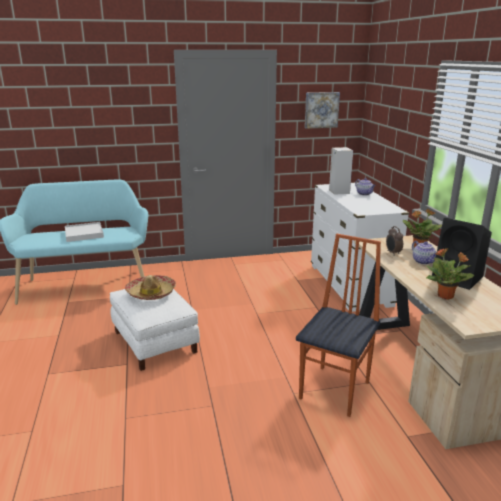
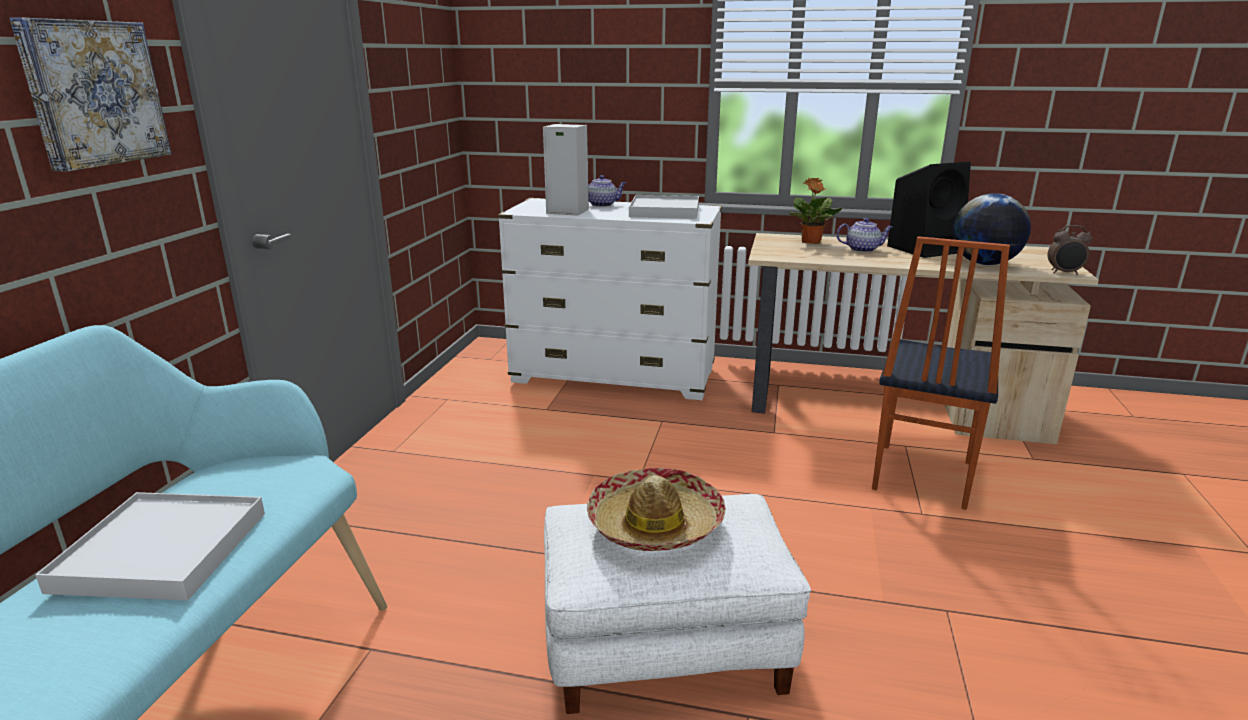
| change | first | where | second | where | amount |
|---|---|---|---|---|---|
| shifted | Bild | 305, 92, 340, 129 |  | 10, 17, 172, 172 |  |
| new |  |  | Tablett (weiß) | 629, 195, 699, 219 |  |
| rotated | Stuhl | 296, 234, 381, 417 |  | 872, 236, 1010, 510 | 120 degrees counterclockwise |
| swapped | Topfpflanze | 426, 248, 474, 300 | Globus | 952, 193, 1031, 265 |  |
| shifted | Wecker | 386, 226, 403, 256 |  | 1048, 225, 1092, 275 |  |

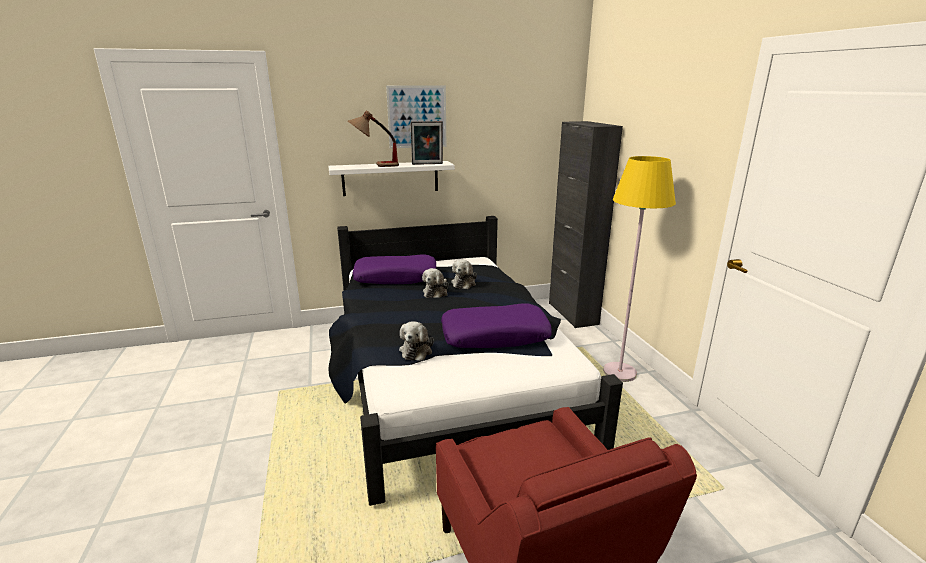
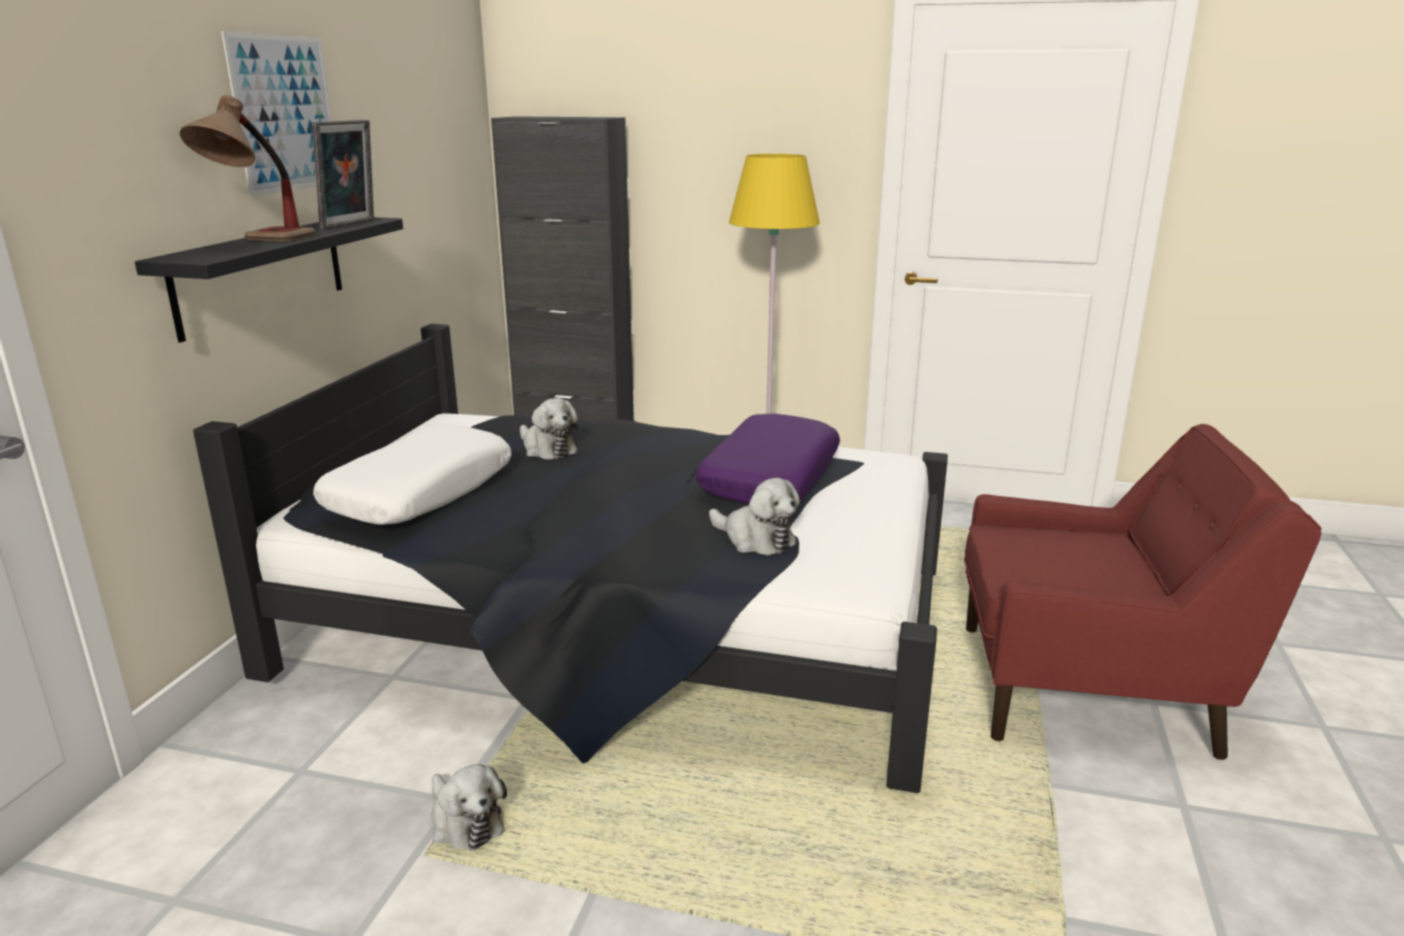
| change | first | where | second | where | amount |
|---|---|---|---|---|---|
| repainted | Wandregal (weiß) | 328, 161, 455, 196 | Wandregal (schwarz) | 135, 217, 403, 343 |  |
| repainted | Kissen (lila) | 353, 255, 436, 284 | Kissen (weiß) | 313, 424, 511, 525 |  |
| shifted | Plüschtier | 422, 268, 449, 298 |  | 431, 764, 507, 851 |  |

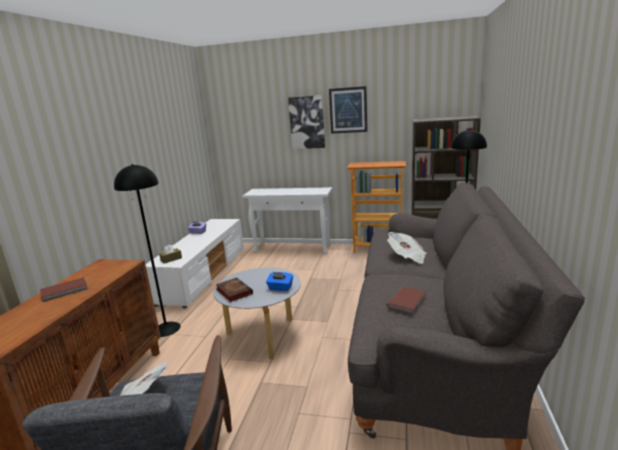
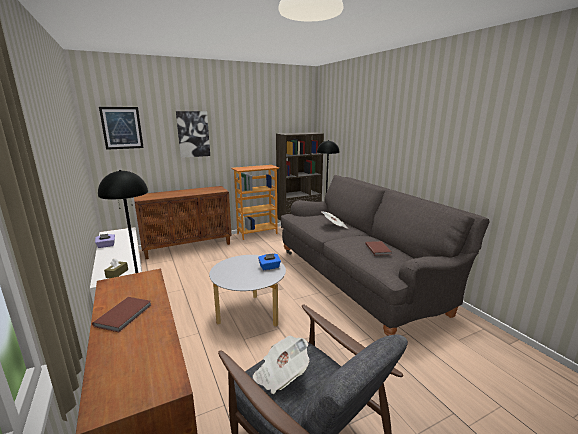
| change | first | where | second | where | amount |
|---|---|---|---|---|---|
| shifted | Bild | 329, 86, 367, 134 |  | 99, 107, 144, 150 |  |
| swapped | Konsolentisch (weiß) | 243, 187, 332, 254 | Schrank (braun) | 134, 186, 232, 259 |  |
| gone | Buch | 216, 278, 253, 302 |  |  |  |

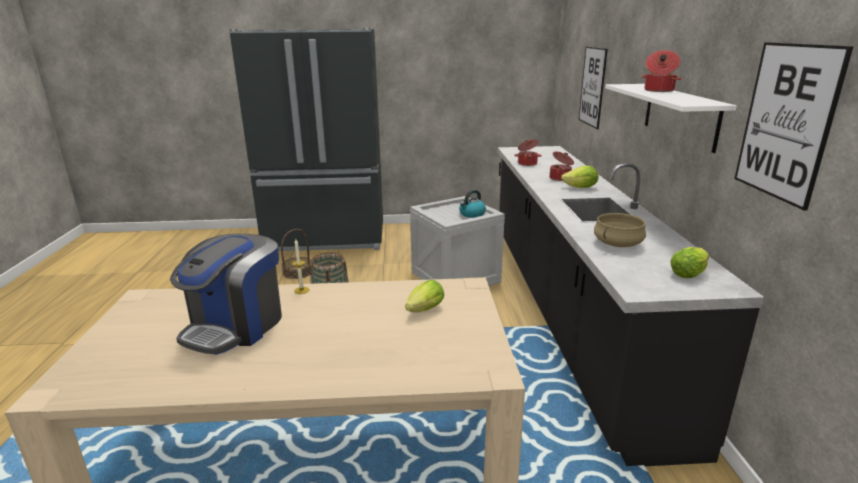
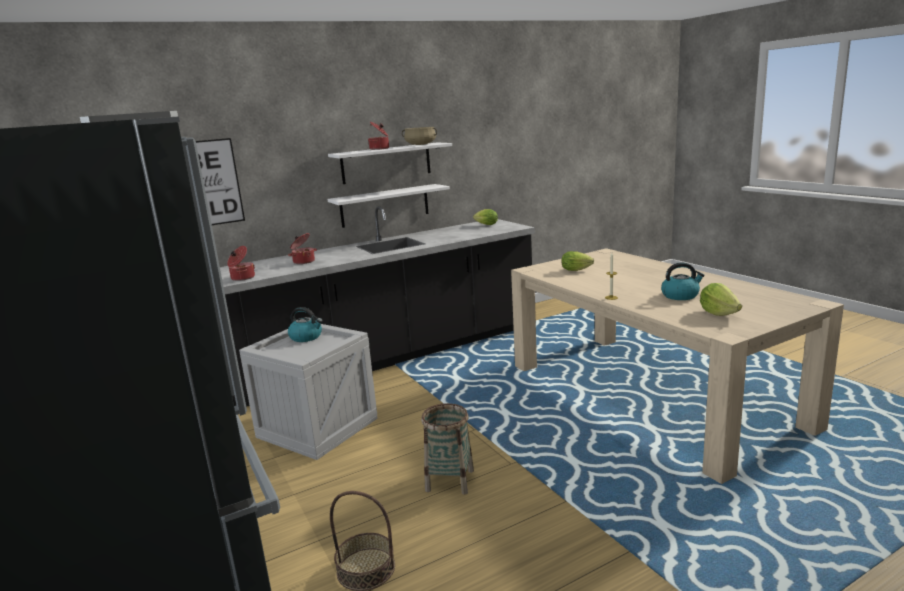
| change | first | where | second | where | amount |
|---|---|---|---|---|---|
| new |  |  | Wandregal (weiß) | 327, 184, 450, 228 |  |
| shifted | Kochtopf (beige) | 594, 213, 646, 247 |  | 402, 127, 437, 145 |  |
| swapped | Kaffeemaschine | 170, 234, 282, 355 | Wasserkessel | 661, 262, 705, 300 |  |
| shifted | Salatkopf | 561, 166, 598, 188 |  | 700, 283, 742, 316 |  |
| gone | Bild | 734, 42, 854, 211 |  |  |  |

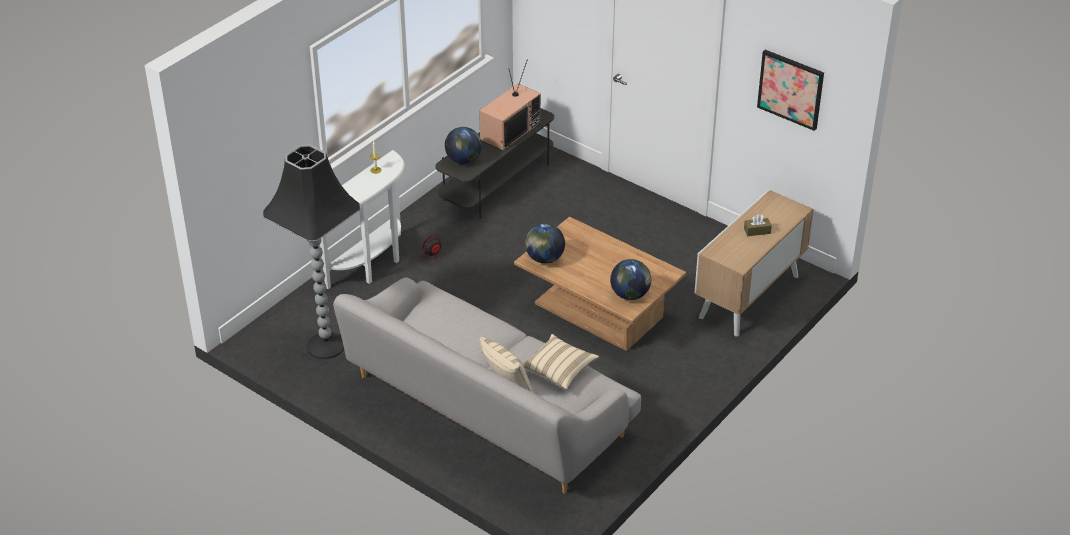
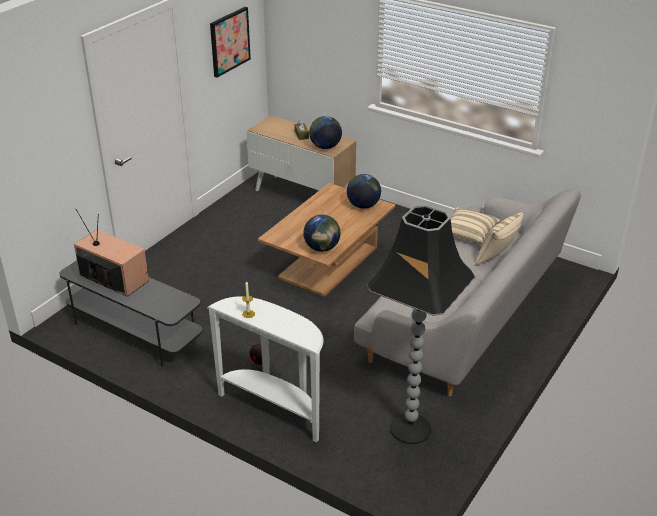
| change | first | where | second | where | amount |
|---|---|---|---|---|---|
| shifted | Globus | 445, 127, 482, 164 |  | 309, 116, 342, 149 |  |

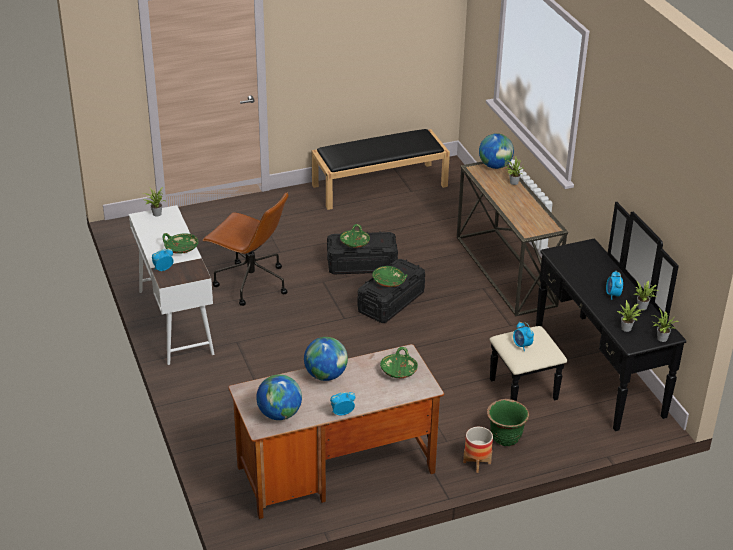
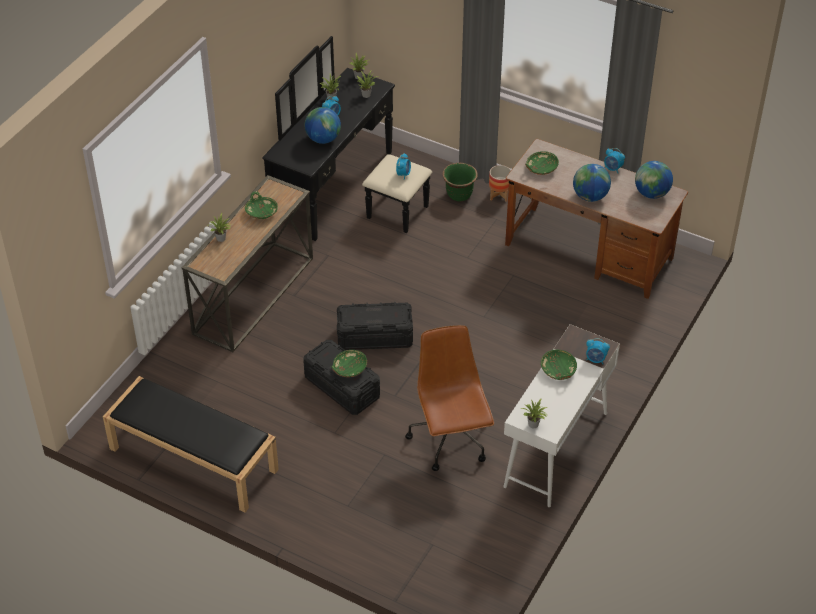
| change | first | where | second | where | amount |
|---|---|---|---|---|---|
| shifted | Schüssel (grün) | 372, 266, 407, 287 |  | 245, 191, 278, 219 |  |
| shifted | Globus | 479, 133, 514, 169 |  | 305, 107, 341, 144 |  |

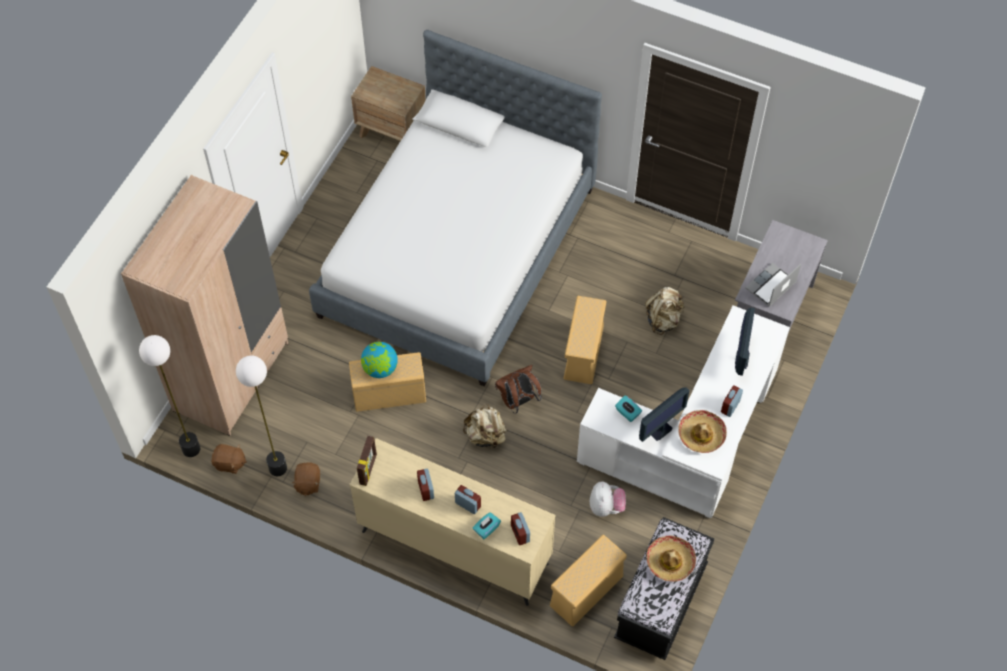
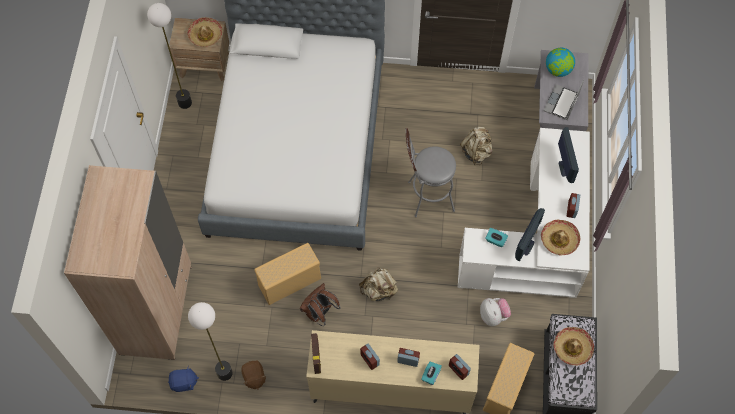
| change | first | where | second | where | amount |
|---|---|---|---|---|---|
| shifted | Stehlampe | 139, 335, 200, 457 |  | 147, 3, 192, 109 |  |
| repainted | Plüschtier (braun) | 211, 444, 247, 474 | Plüschtier (blau) | 168, 366, 199, 392 |  |
| new |  |  | Hut | 187, 17, 222, 47 |  |
| shifted | Rucksack (braun) | 495, 365, 542, 414 |  | 300, 283, 340, 326 |  |
| swapped | Aufbewahrungsbox (beige) | 563, 296, 606, 384 | Hocker (grau) | 406, 128, 456, 217 |  |
| shifted | Globus | 361, 342, 398, 378 |  | 546, 48, 575, 77 |  |

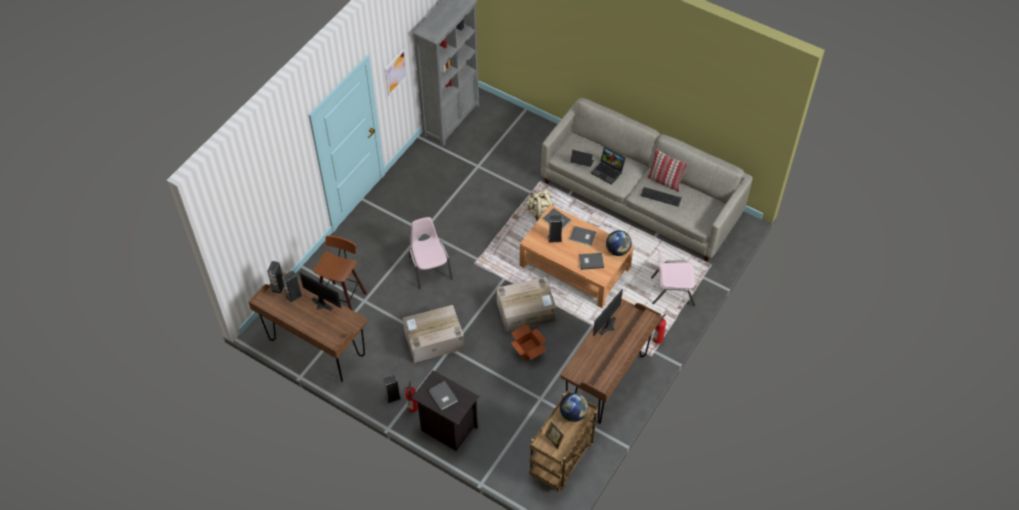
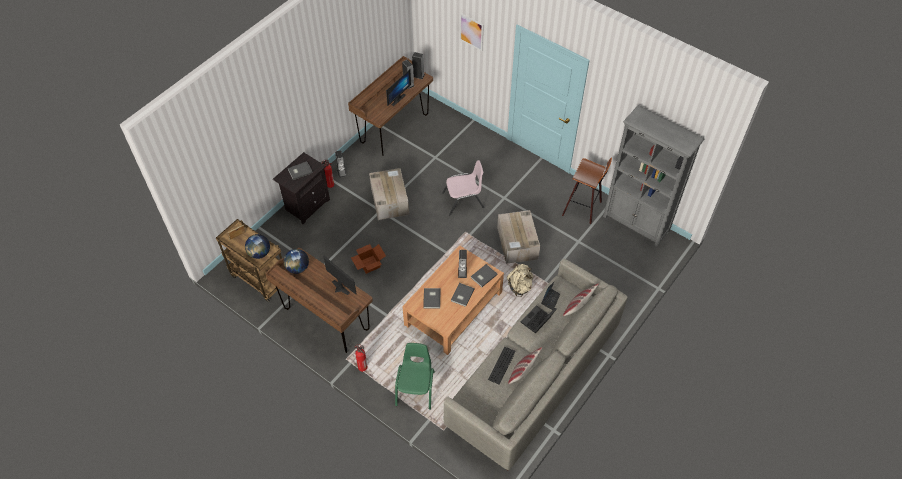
| change | first | where | second | where | amount |
|---|---|---|---|---|---|
| shifted | Globus | 606, 231, 632, 256 |  | 284, 249, 309, 274 |  |
| repainted | Stuhl (rosa) | 651, 250, 695, 306 | Stuhl (grün) | 395, 343, 435, 410 |  |
| shifted | Bild | 385, 49, 407, 96 |  | 460, 13, 484, 51 |  |
| shifted | Karton | 496, 277, 556, 332 |  | 497, 210, 540, 264 |  |
| shifted | Hocker | 313, 236, 367, 310 |  | 562, 158, 612, 224 |  |
| new |  |  | Kissen | 563, 283, 599, 316 |  |

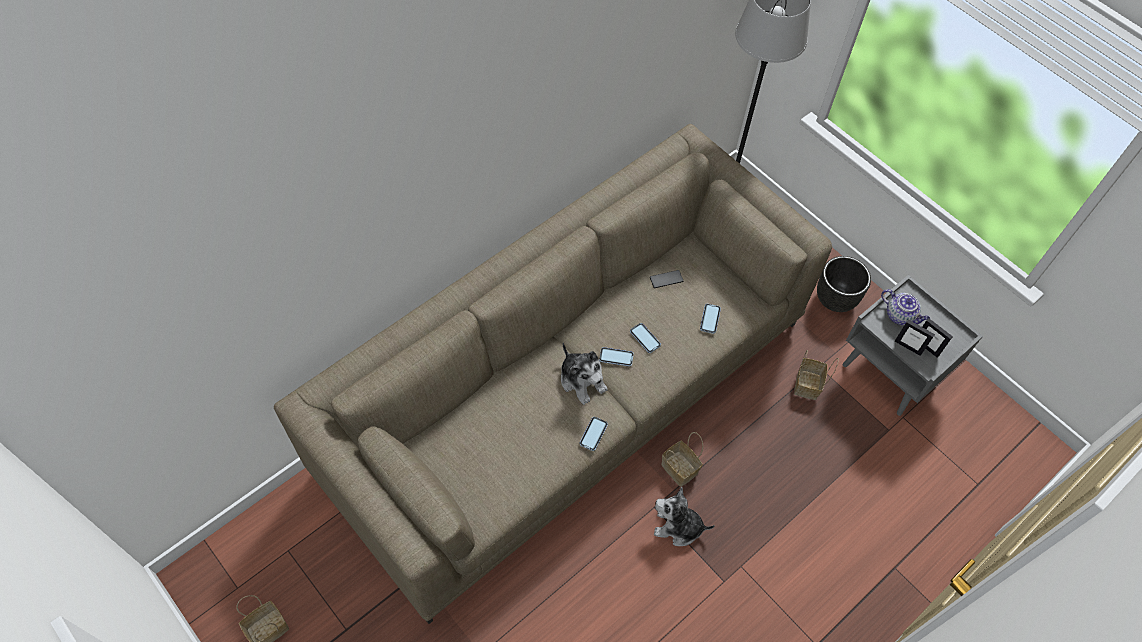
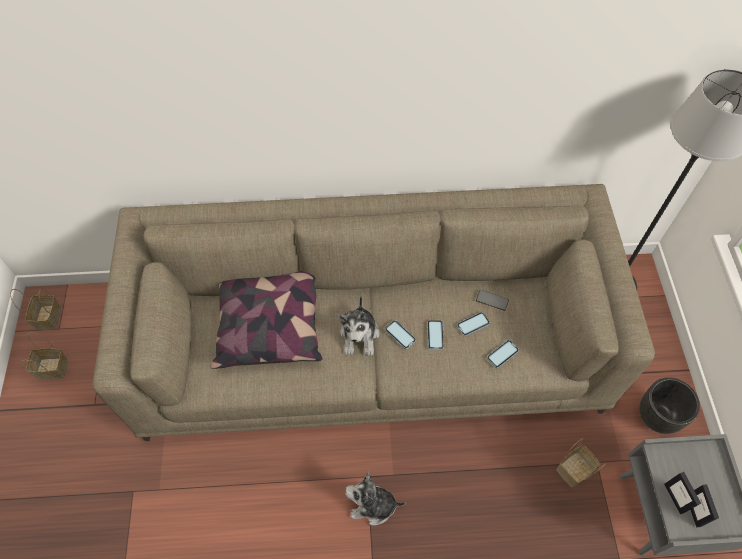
| change | first | where | second | where | amount |
|---|---|---|---|---|---|
| shifted | Korb | 661, 432, 703, 487 |  | 10, 288, 61, 330 |  |
| new |  |  | Kissen | 210, 271, 323, 369 |  |
| rotated | Plüschtier | 654, 487, 715, 546 |  | 345, 472, 405, 525 | 45 degrees counterclockwise |
| shifted | Handy | 580, 417, 608, 451 |  | 457, 312, 490, 336 |  |
| gone | Teekanne | 881, 289, 930, 326 |  |  |  |

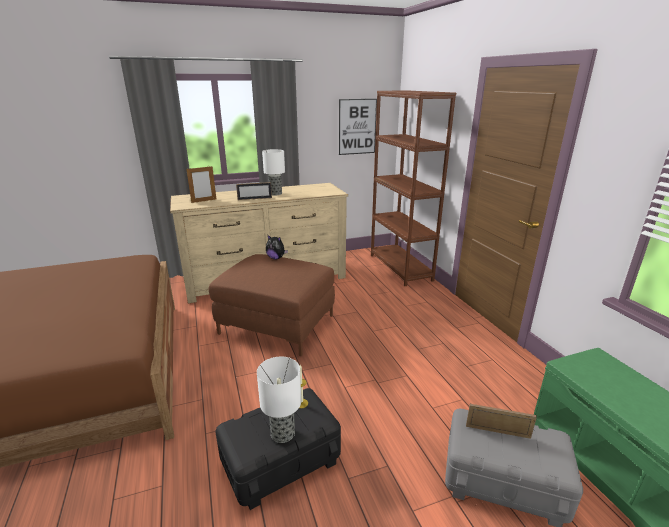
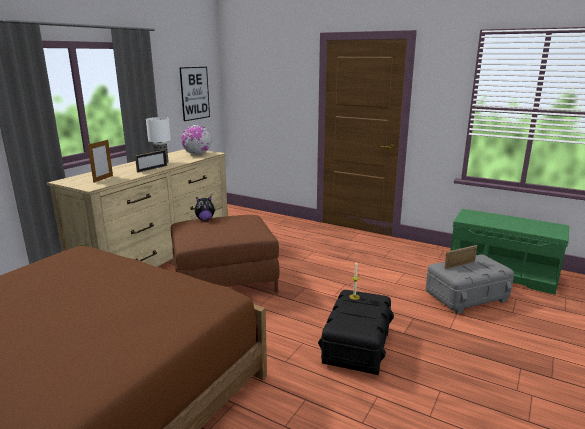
| change | first | where | second | where | amount |
|---|---|---|---|---|---|
| new |  |  | Globus | 181, 125, 211, 155 |  |
| gone | Tischlampe | 257, 357, 301, 443 |  |  |  |
| gone | Bücherregal (braun) | 371, 90, 456, 286 |  |  |  |

